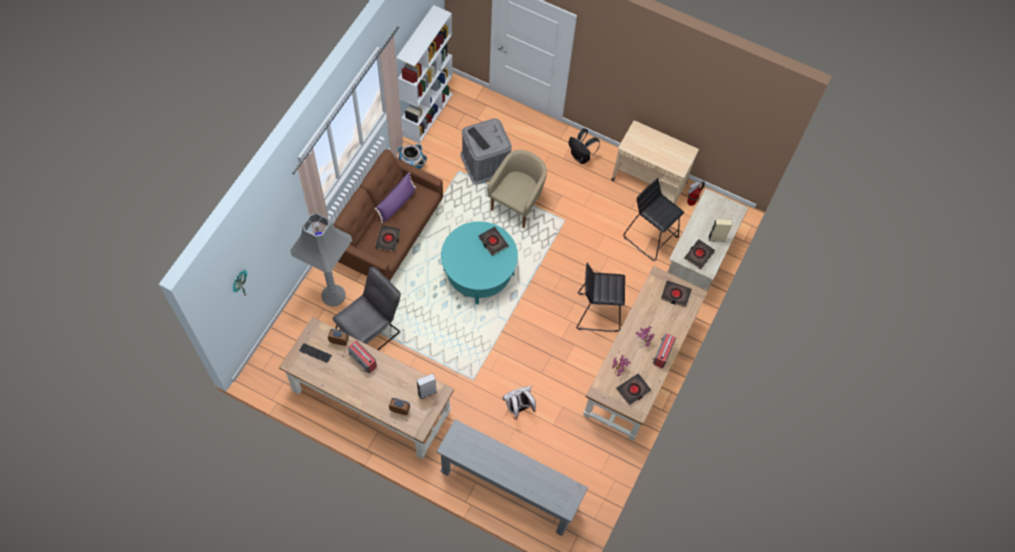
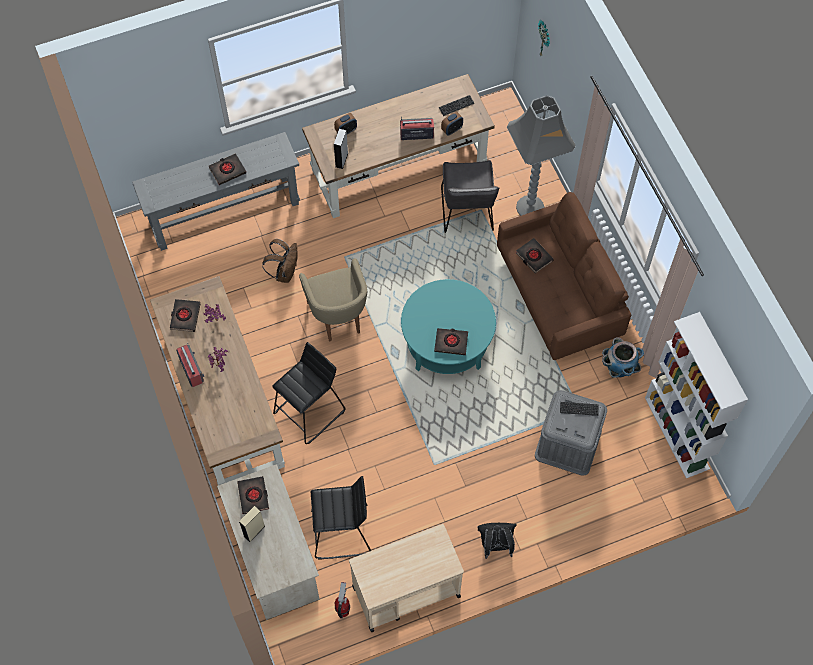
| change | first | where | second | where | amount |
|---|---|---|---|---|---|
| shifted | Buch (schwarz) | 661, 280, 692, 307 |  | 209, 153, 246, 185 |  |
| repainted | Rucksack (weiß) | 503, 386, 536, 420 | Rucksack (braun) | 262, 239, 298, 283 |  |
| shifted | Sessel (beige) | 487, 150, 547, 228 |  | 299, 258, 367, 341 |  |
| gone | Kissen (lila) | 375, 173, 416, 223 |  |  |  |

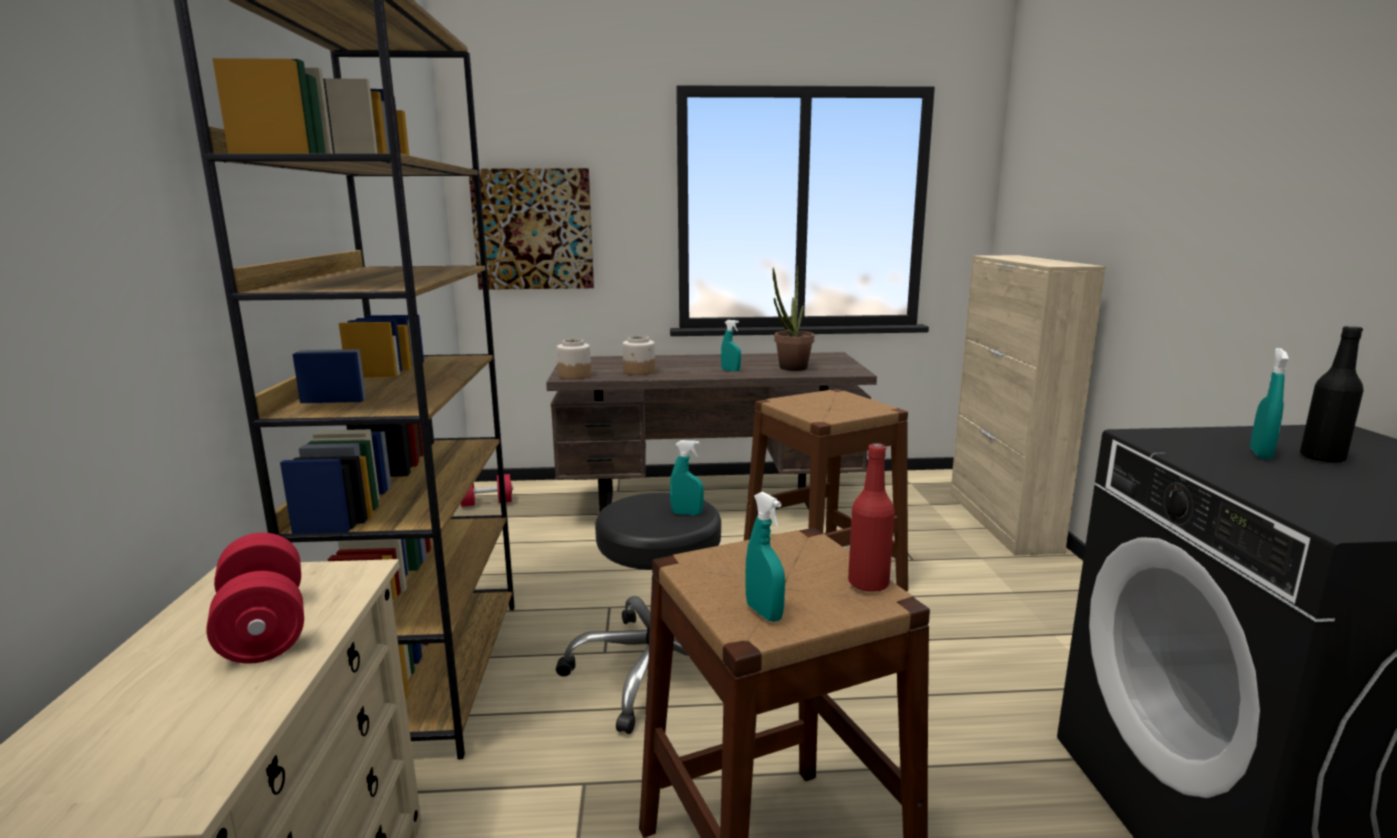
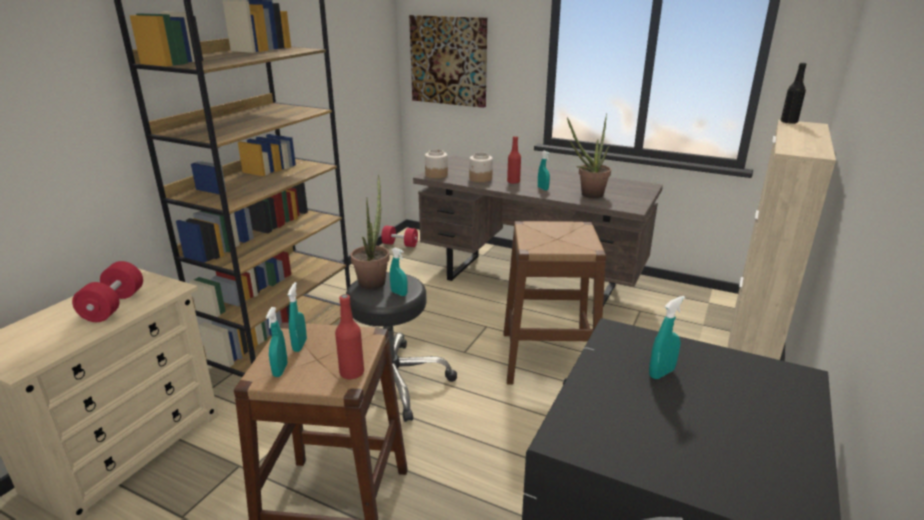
| change | first | where | second | where | amount |
|---|---|---|---|---|---|
| new |  |  | Sprühflasche (türkis) | 288, 282, 307, 352 |  |
| new |  |  | Topfpflanze | 350, 175, 390, 289 |  |
| new |  |  | Flasche (rot) | 507, 136, 521, 184 |  |
| shifted | Flasche (schwarz) | 1300, 326, 1364, 463 |  | 781, 63, 807, 124 |  |

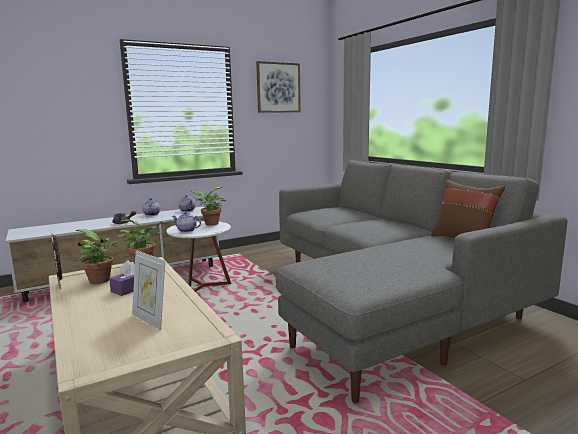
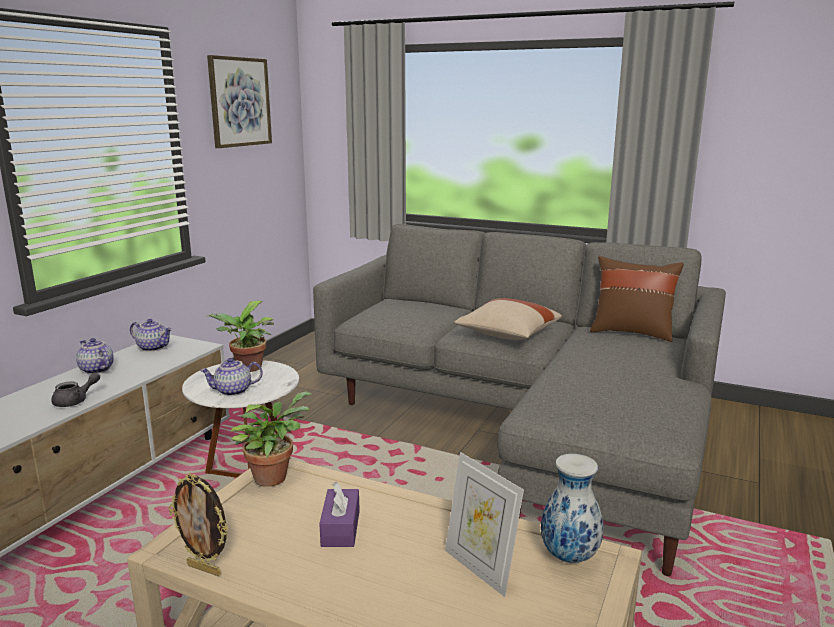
| change | first | where | second | where | amount |
|---|---|---|---|---|---|
| rotated | Bilderrahmen | 132, 250, 165, 330 |  | 445, 452, 524, 597 | 45 degrees clockwise |
| new |  |  | Kissen (beige) | 454, 298, 562, 340 |  |
| new |  |  | Vase | 541, 454, 603, 563 |  |
| gone | Topfpflanze | 76, 229, 119, 284 |  |  |  |

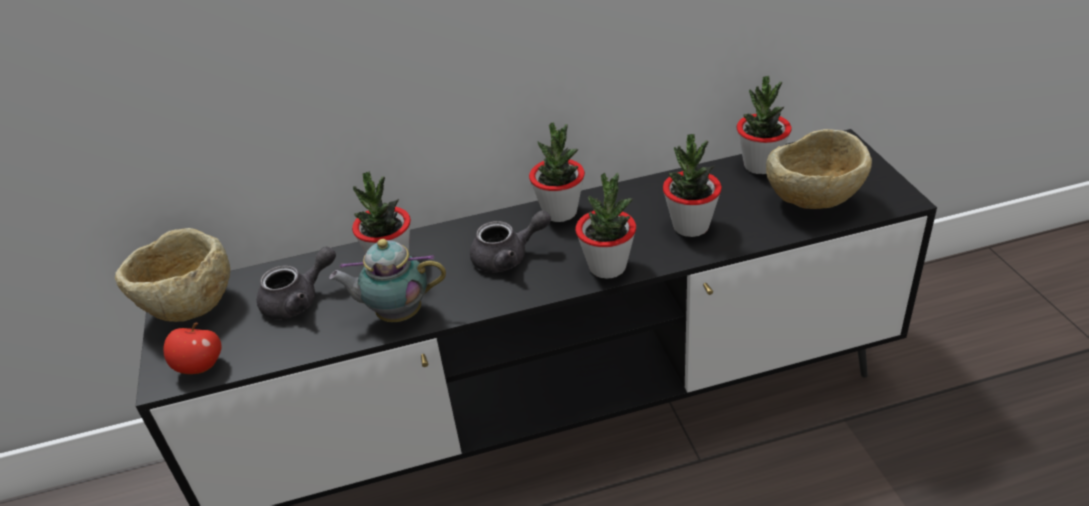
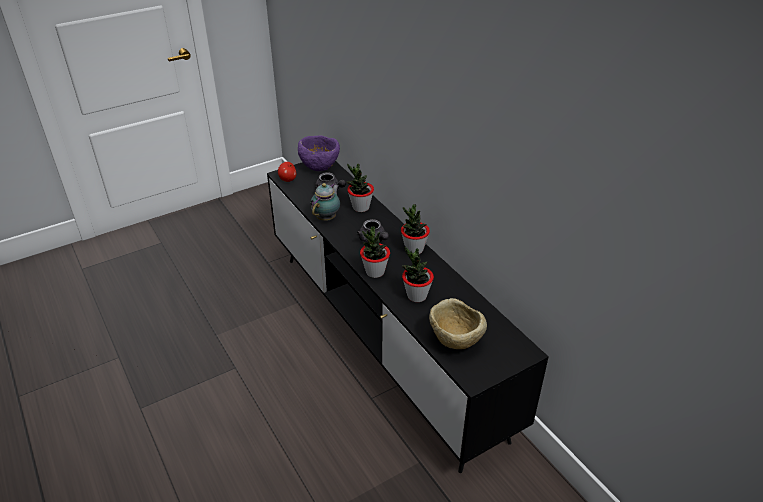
| change | first | where | second | where | amount |
|---|---|---|---|---|---|
| repainted | Schüssel (beige) | 115, 228, 230, 322 | Schüssel (lila) | 298, 136, 340, 171 |  |
| rotated | Teekanne | 329, 239, 446, 322 |  | 310, 183, 340, 221 | 45 degrees clockwise |
| gone | Topfpflanze | 737, 76, 792, 174 |  |  |  |

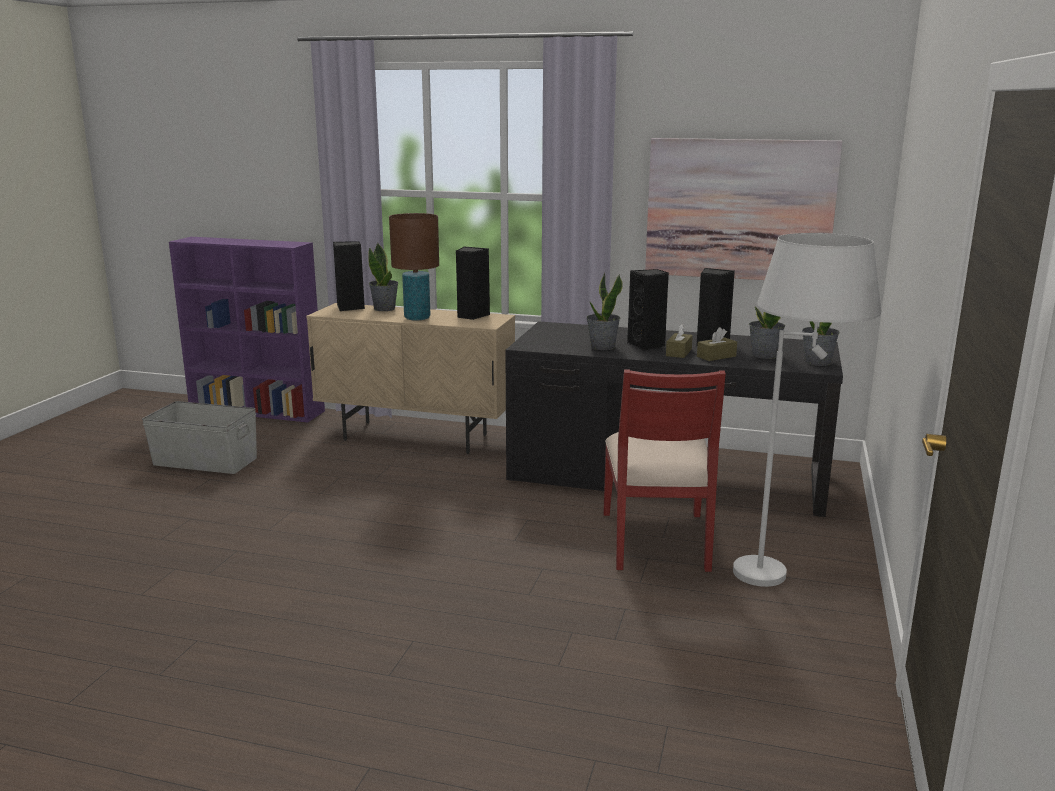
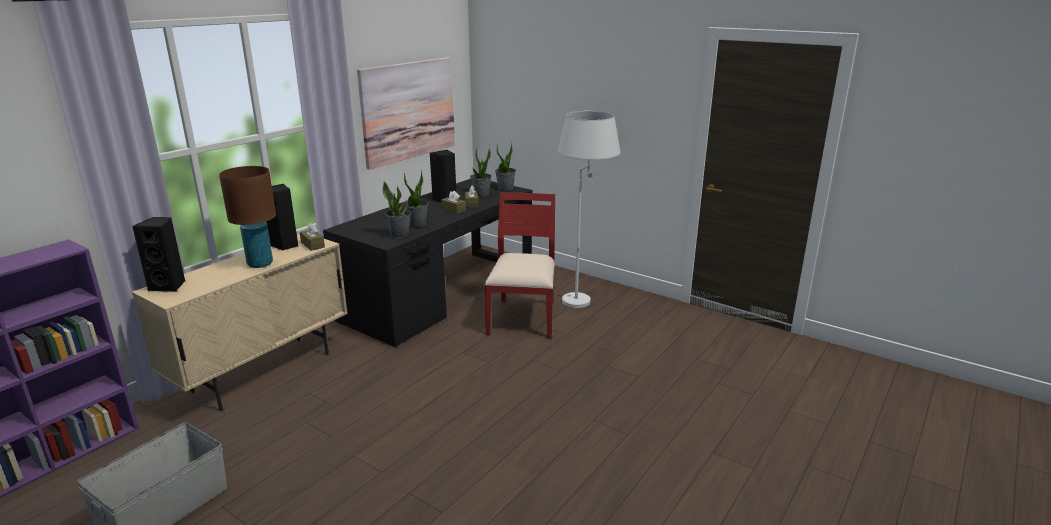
| change | first | where | second | where | amount |
|---|---|---|---|---|---|
| new |  |  | Taschentuchbox (braun) | 300, 223, 325, 251 |  |
| shifted | Topfpflanze | 368, 243, 398, 311 |  | 382, 181, 411, 238 |  |
| rotated | Stuhl (rot) | 603, 369, 726, 572 |  | 485, 192, 555, 339 | 105 degrees counterclockwise |
| gone | Lautsprecher (schwarz) | 627, 269, 669, 351 |  |  |  |

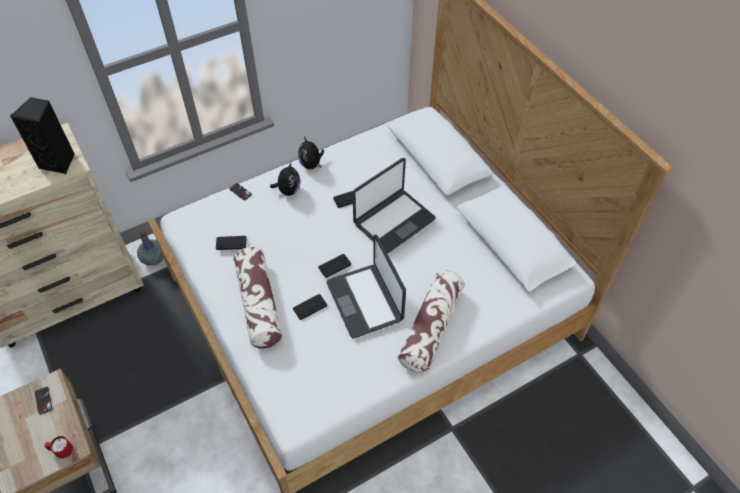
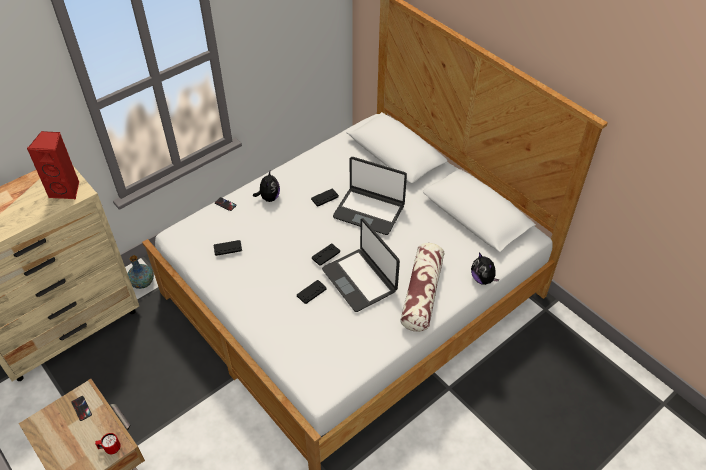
| change | first | where | second | where | amount |
|---|---|---|---|---|---|
| repainted | Lautsprecher (schwarz) | 10, 97, 75, 174 | Lautsprecher (rot) | 27, 131, 79, 199 |  |
| rotated | Laptop | 352, 158, 436, 253 |  | 333, 157, 407, 235 | 75 degrees clockwise |
| shifted | Plüschtier | 298, 136, 324, 170 |  | 471, 252, 499, 285 |  |
| gone | Kissen | 234, 247, 283, 349 |  |  |  |

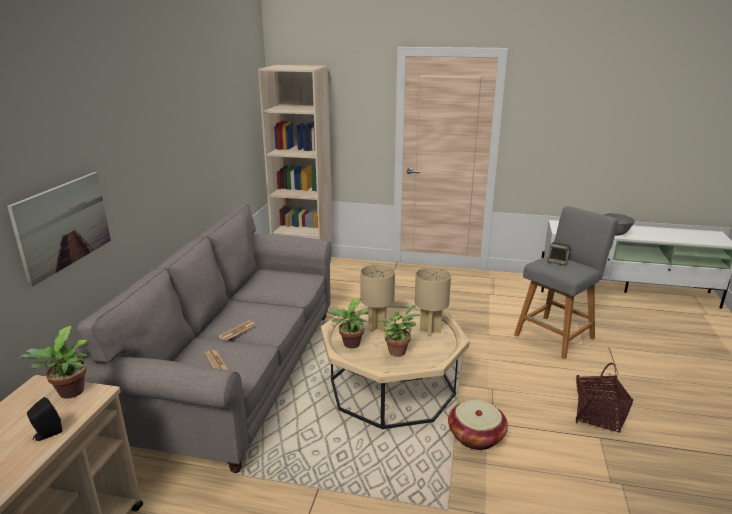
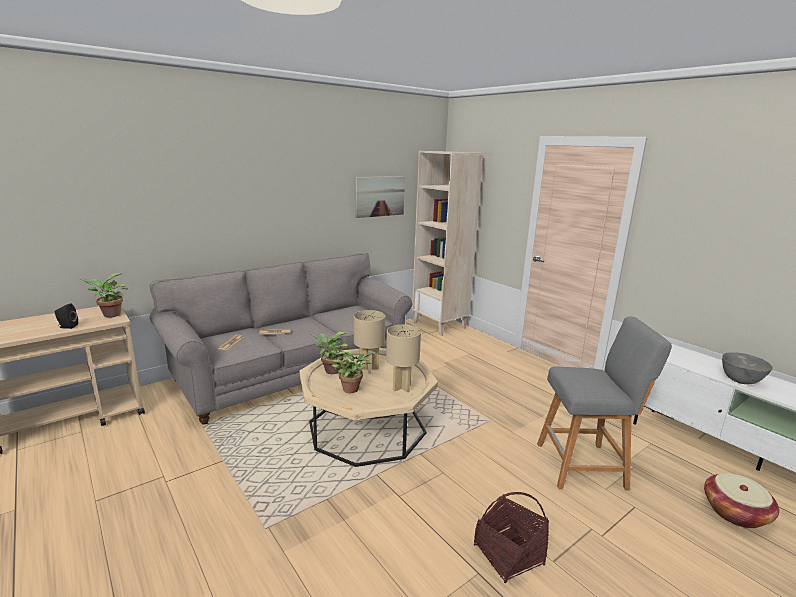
| change | first | where | second | where | amount |
|---|---|---|---|---|---|
| shifted | Bild | 7, 172, 111, 287 |  | 356, 176, 405, 218 |  |
| shifted | Korb | 448, 400, 508, 450 |  | 704, 473, 779, 528 |  |
| gone | Lautsprecher | 547, 242, 572, 265 |  |  |  |

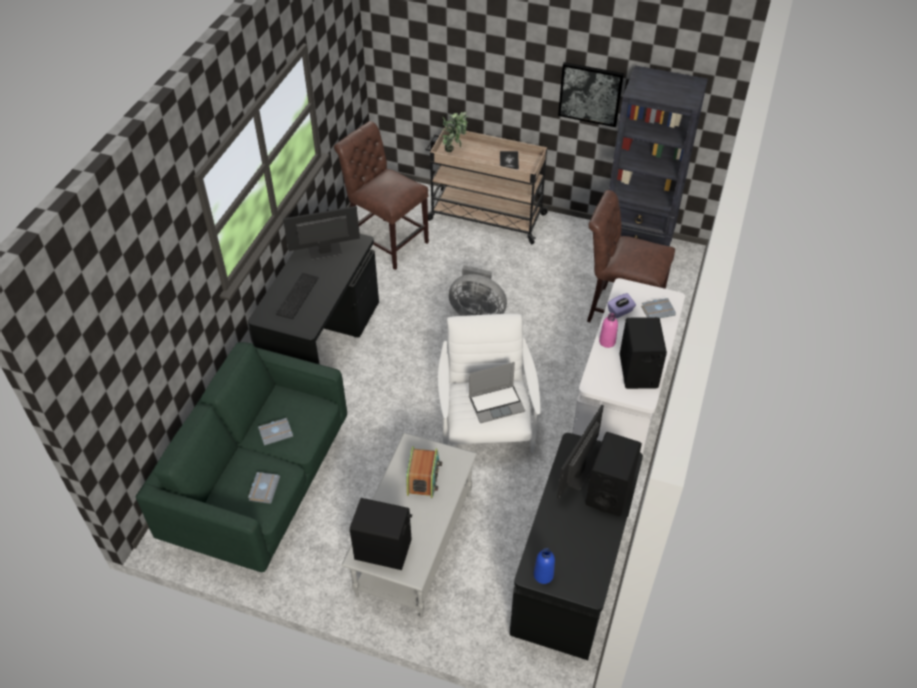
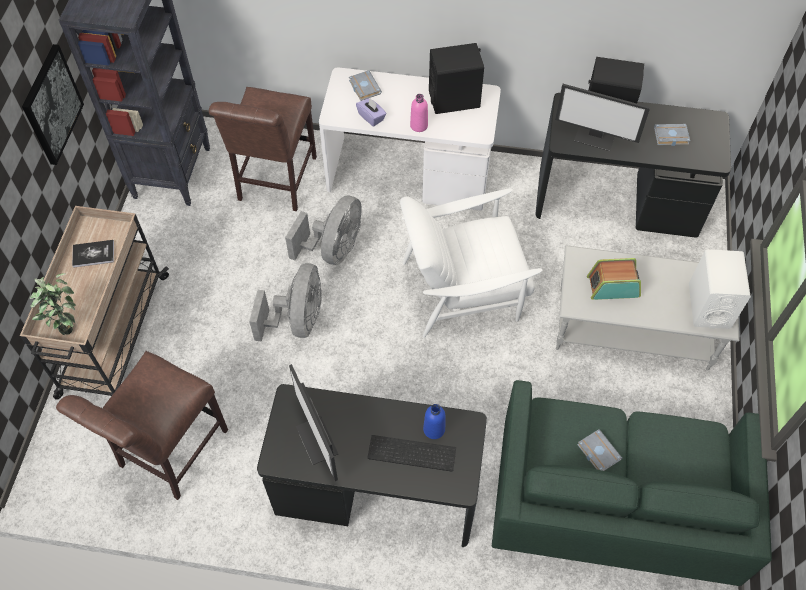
| change | first | where | second | where | amount |
|---|---|---|---|---|---|
| new |  |  | Ventilator (grau) | 285, 195, 362, 265 |  |
| shifted | Flasche (blau) | 534, 548, 555, 584 |  | 423, 404, 445, 439 |  |
| shifted | Buch (grau) | 248, 472, 280, 504 |  | 654, 124, 690, 146 |  |
| repainted | Lautsprecher (schwarz) | 350, 498, 412, 570 | Lautsprecher (weiß) | 689, 249, 751, 329 |  |
| gone | Laptop | 469, 362, 525, 423 |  |  |  |

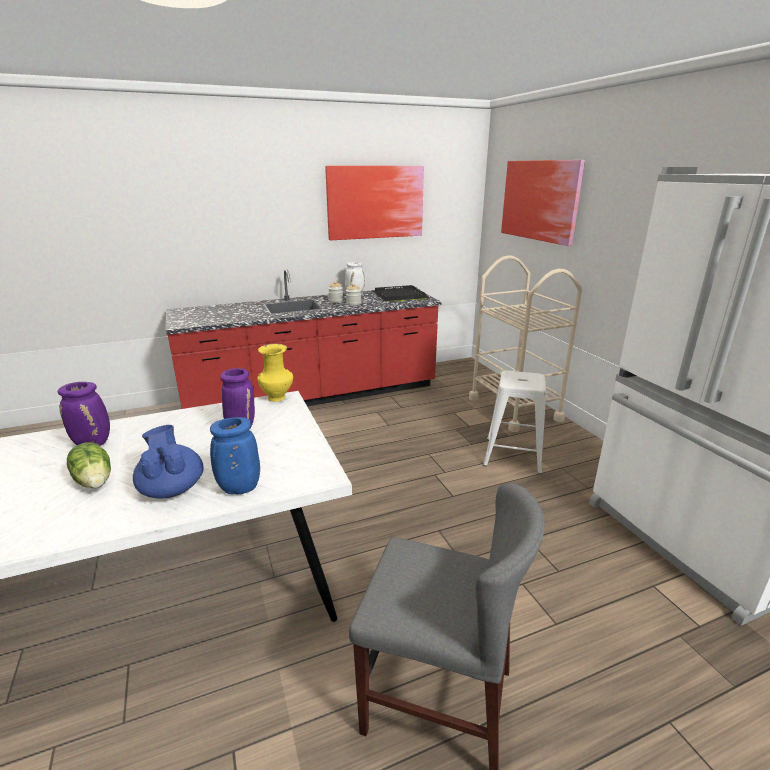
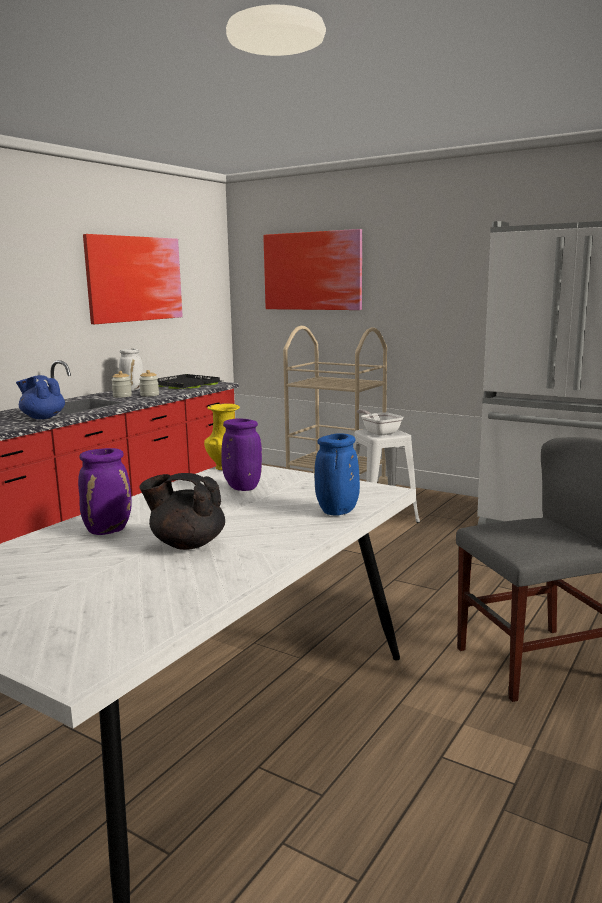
| change | first | where | second | where | amount |
|---|---|---|---|---|---|
| shifted | Teekanne (blau) | 133, 425, 204, 498 |  | 16, 375, 65, 419 |  |
| swapped | Salatkopf | 67, 442, 111, 489 | Teekanne (schwarz) | 139, 473, 225, 550 |  |
| new |  |  | Pfanne | 357, 409, 403, 436 |  |

